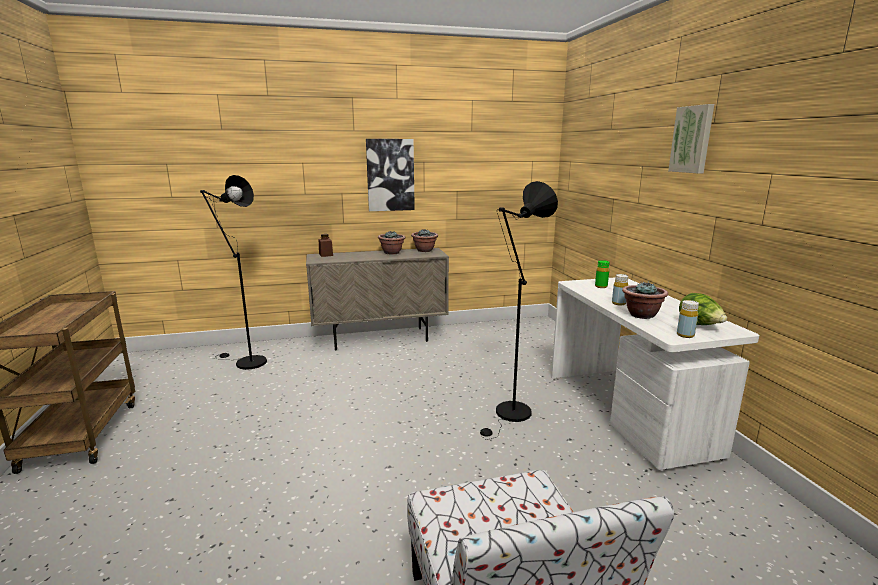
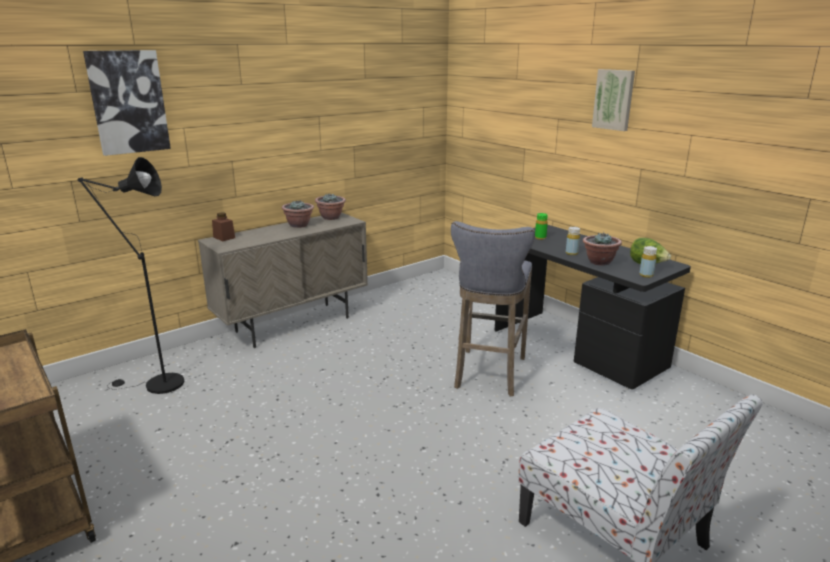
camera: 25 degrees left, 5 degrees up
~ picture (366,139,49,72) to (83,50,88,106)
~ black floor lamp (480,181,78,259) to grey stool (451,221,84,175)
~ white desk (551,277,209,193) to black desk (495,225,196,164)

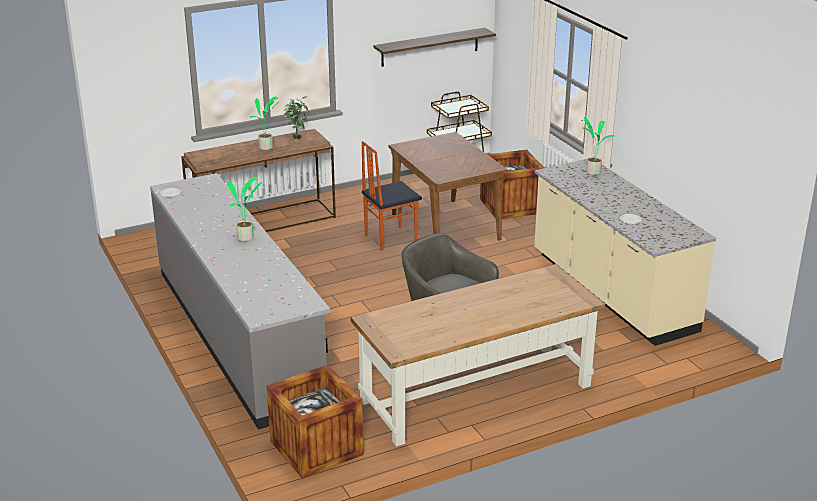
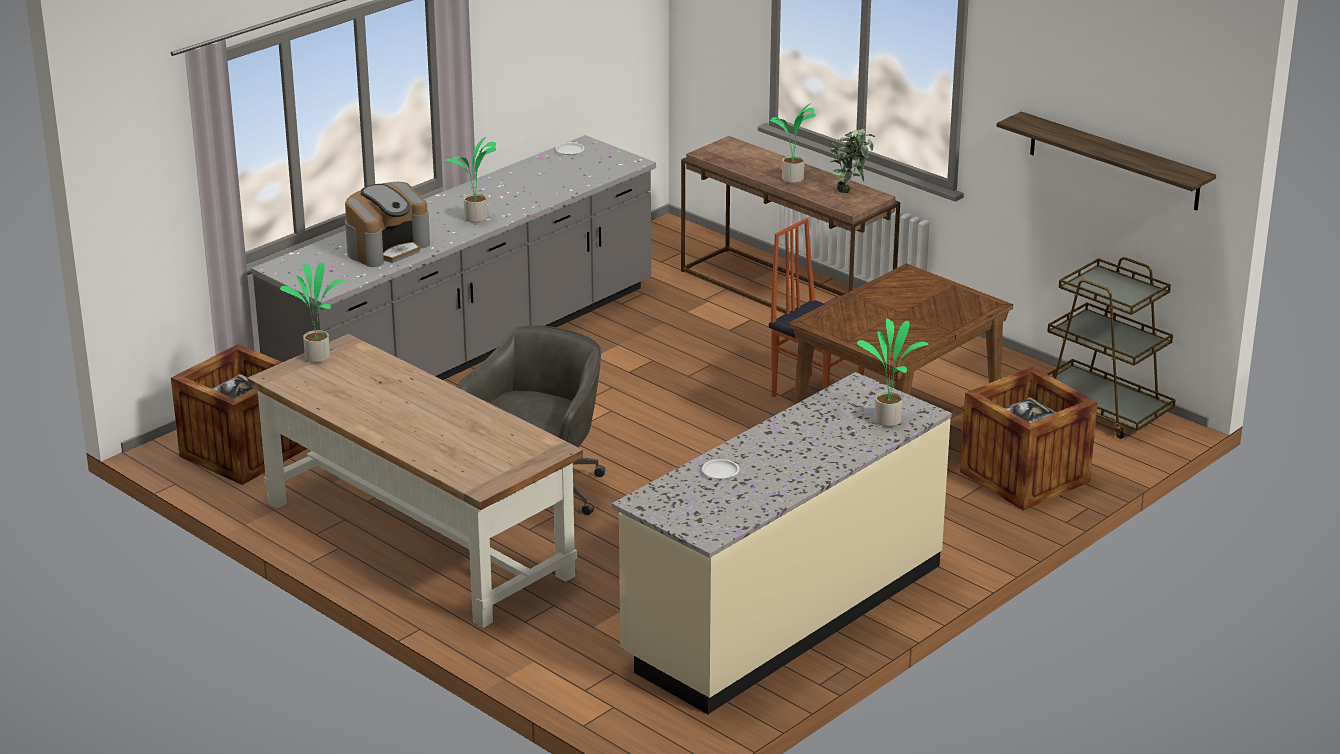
camera: 70 degrees right, 0 degrees up
+ potted plant (280,262,66,101)
+ coffee machine (345,182,85,85)

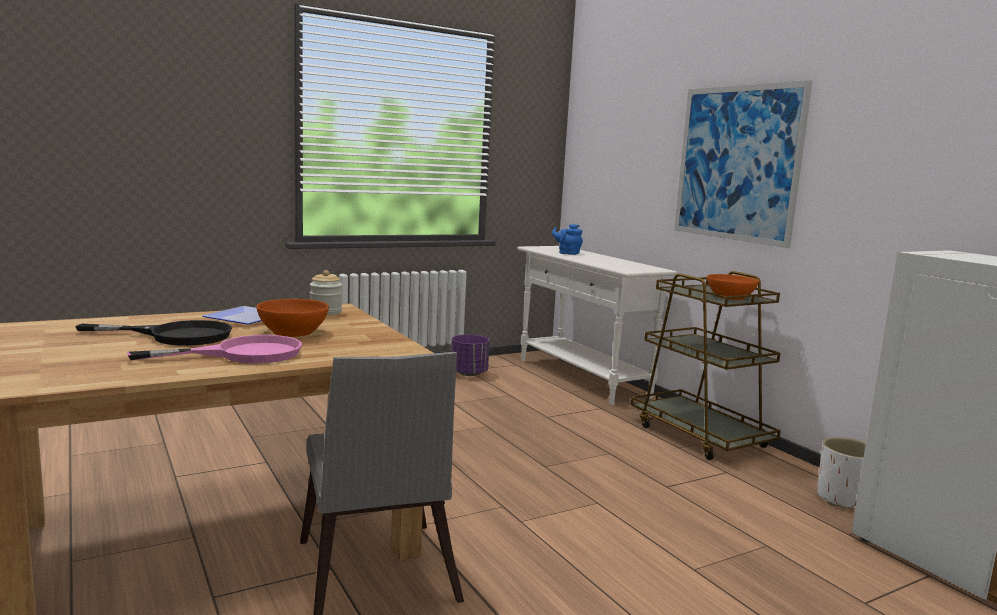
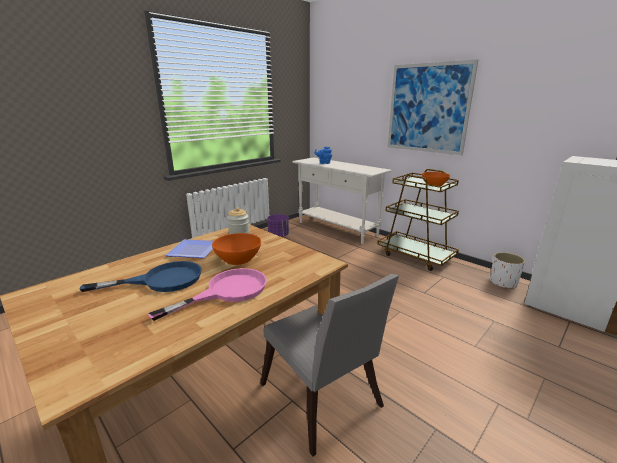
camera: 15 degrees left, 10 degrees up
~ black frying pan (75,320,157,25) to blue frying pan (79,261,123,31)

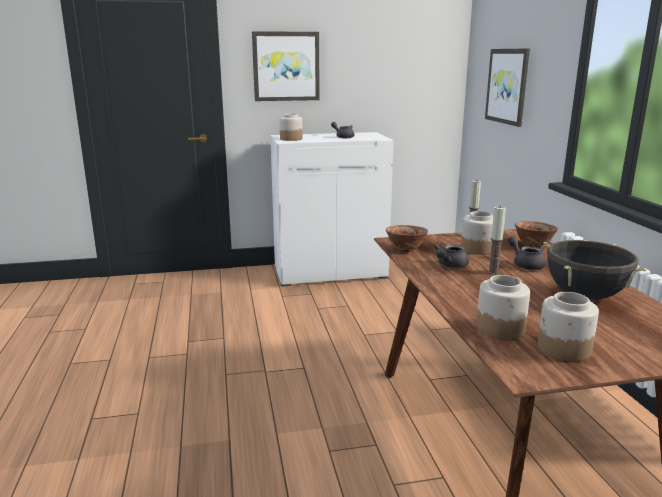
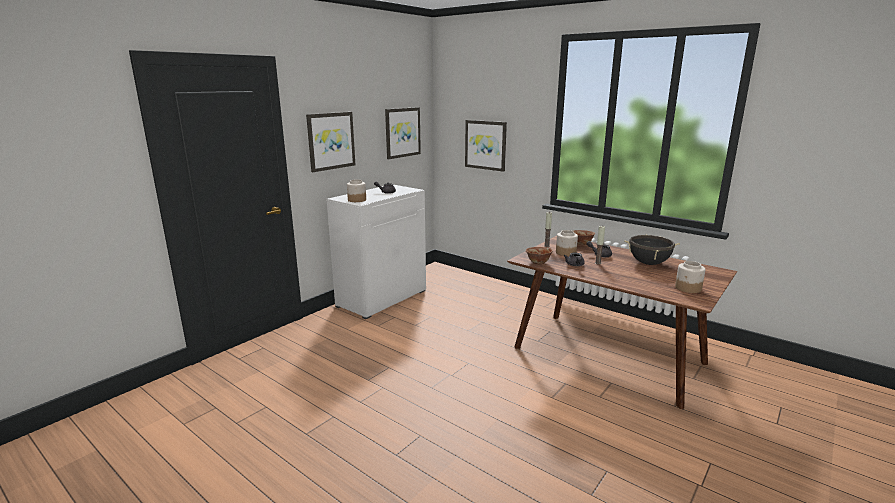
camera: 40 degrees left, 0 degrees up
- jar (477,275,53,64)
+ picture (385,107,36,52)

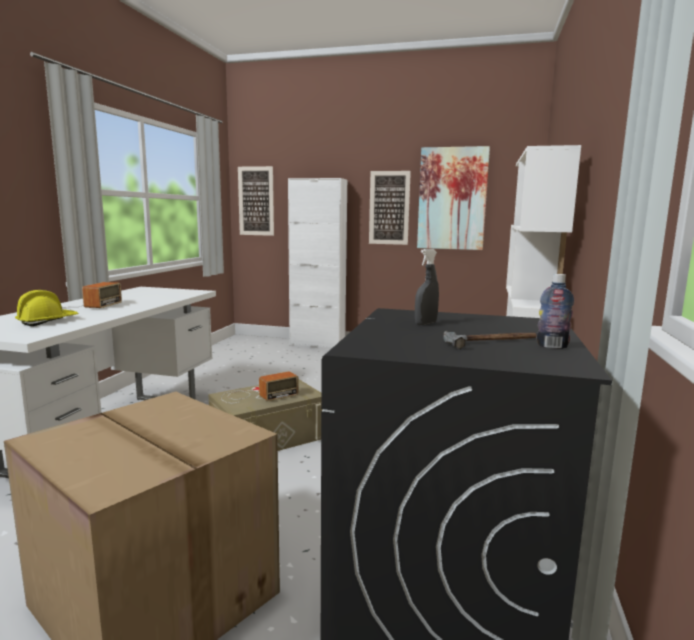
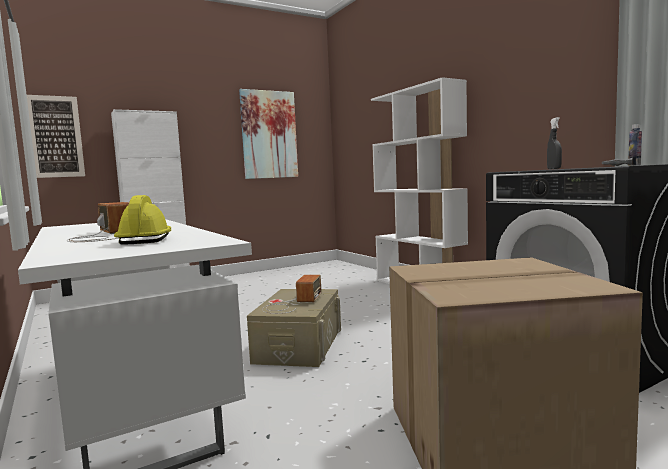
camera: 45 degrees left, 5 degrees down
- picture (369,171,42,74)

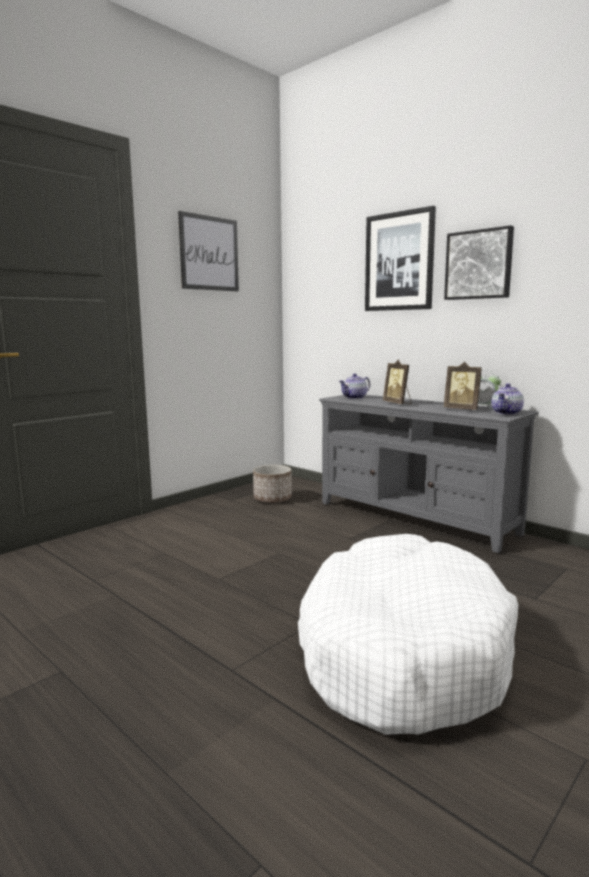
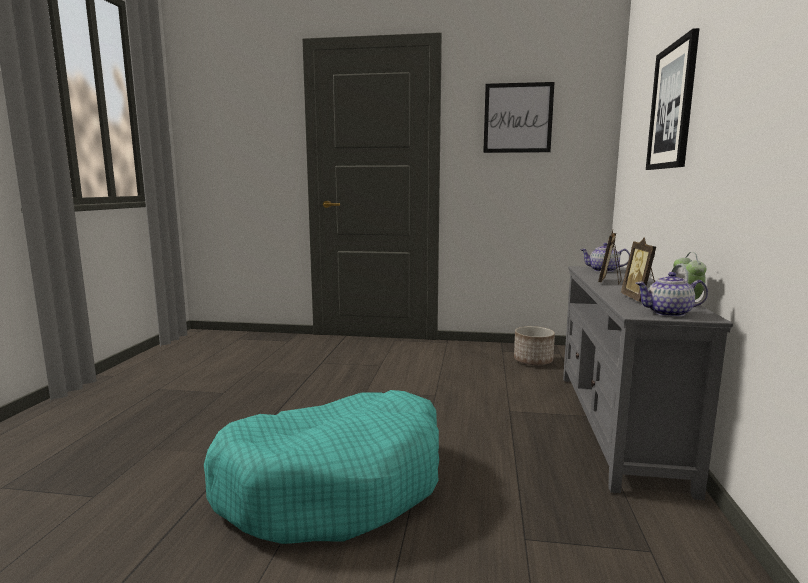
camera: 55 degrees right, 0 degrees up
- picture (444,225,70,75)
~ white dog bed (298,534,220,201) to turquoise dog bed (204,390,235,154)

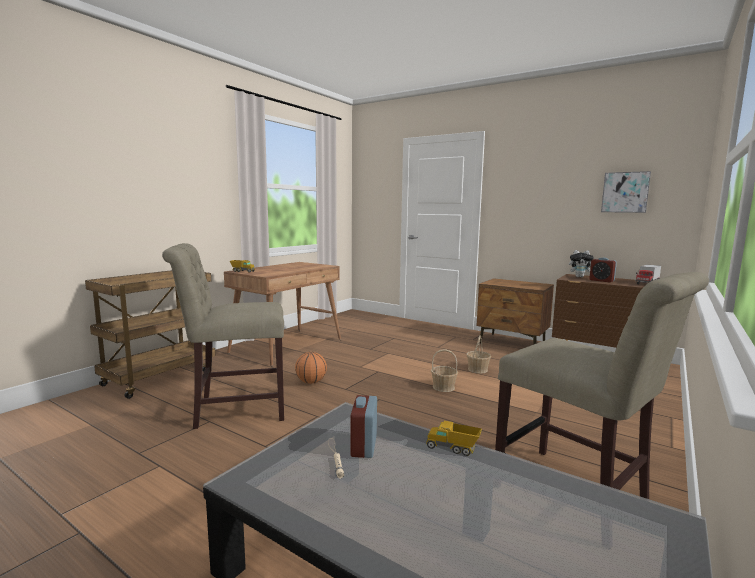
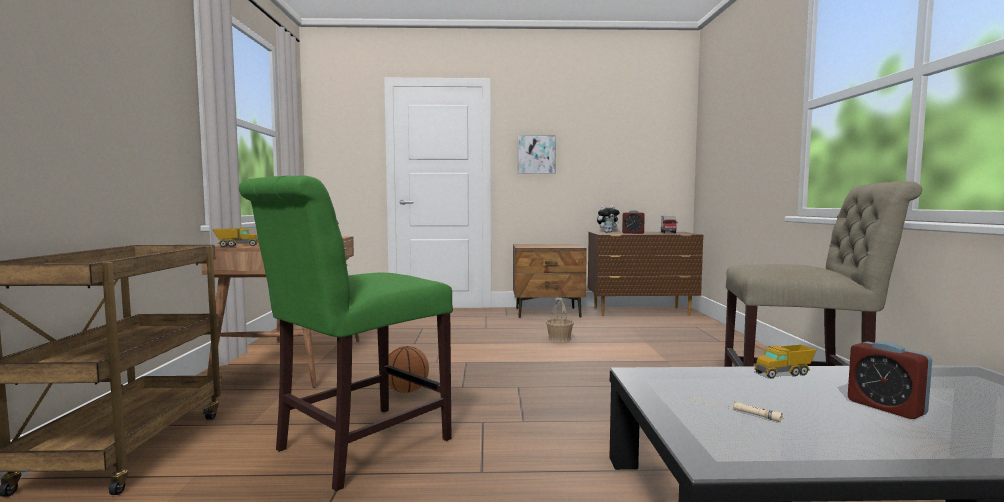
camera: 35 degrees left, 5 degrees down
- basket (431,349,27,43)
~ alarm clock (350,395,27,63) to (848,342,84,77)
~ picture (601,171,50,42) to (518,135,38,39)
~ beige chair (162,243,122,186) to green chair (239,175,214,316)

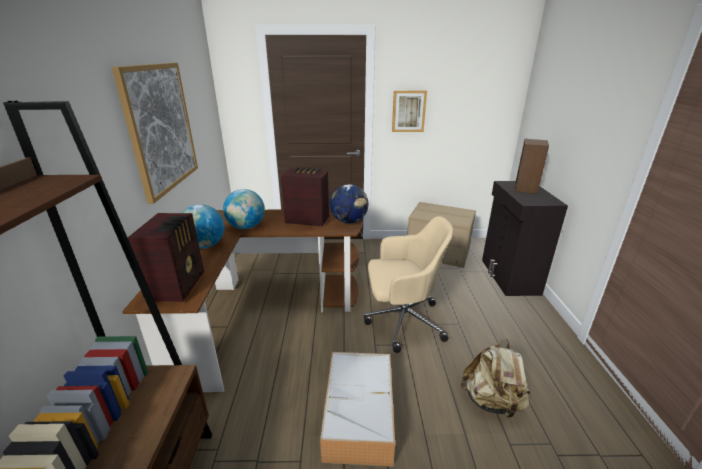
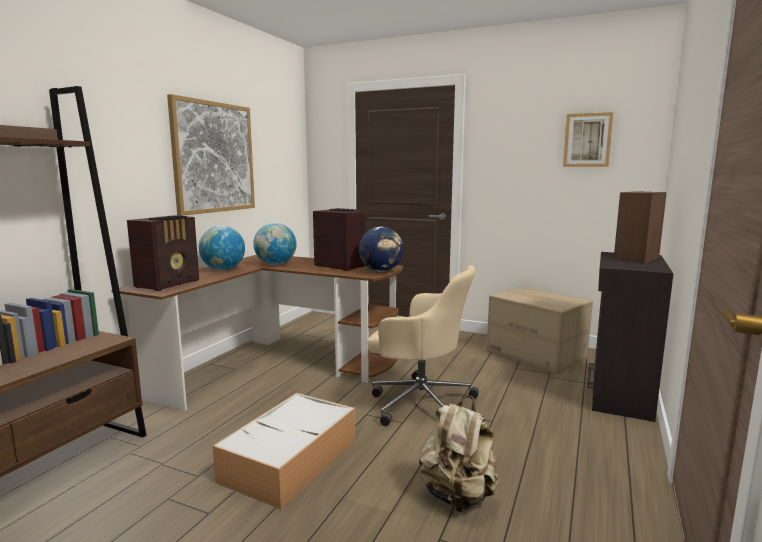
camera: 25 degrees right, 15 degrees down
~ picture (392,91,35,41) to (563,112,50,55)

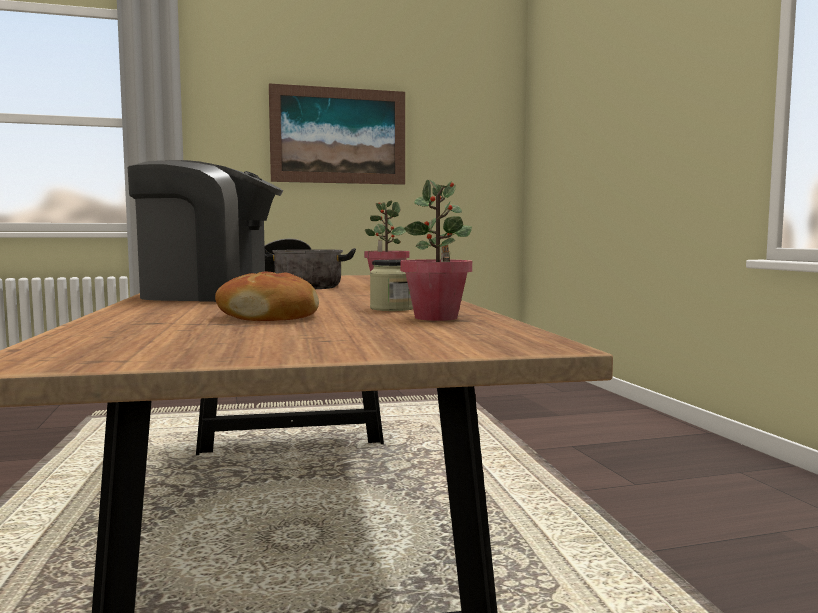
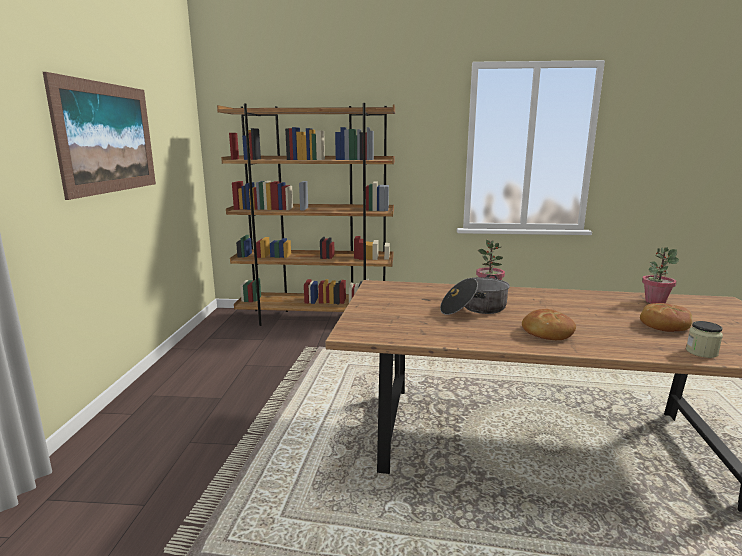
camera: 70 degrees left, 10 degrees up
+ brown bookcase (217,103,178,223)
~ jar (370,260,43,51) to (686,321,37,37)
~ coffee machine (128,160,155,142) to bread (522,309,54,31)

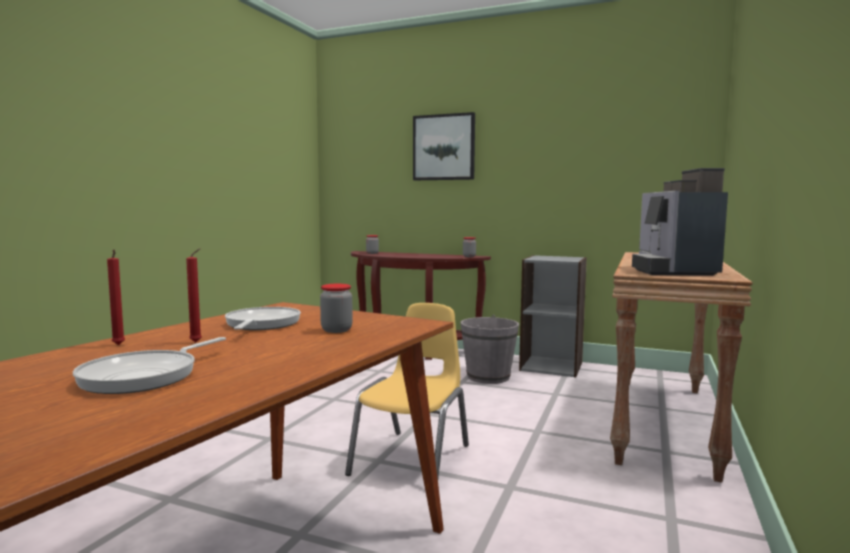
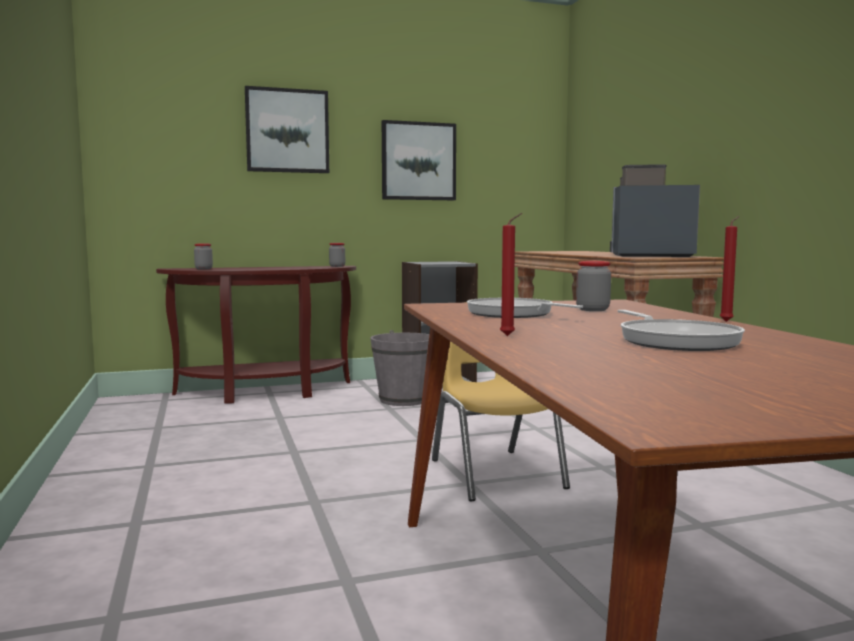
camera: 40 degrees left, 0 degrees up
+ picture (382,120,74,80)
~ red candle (186,248,16,94) to (720,216,19,106)
~ coffee machine (632,168,96,108) = (610,164,90,93) 135 degrees clockwise

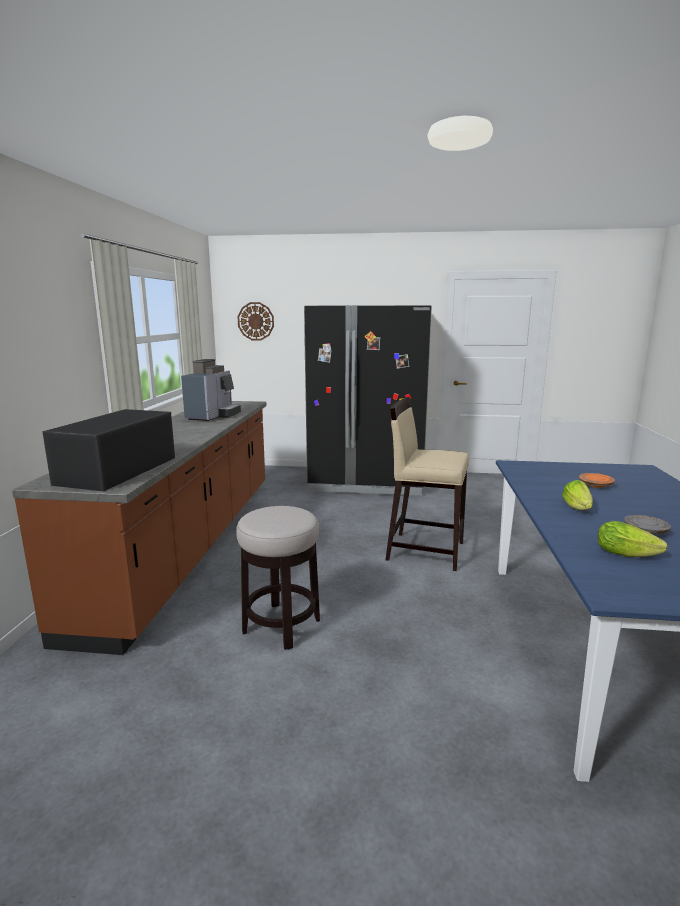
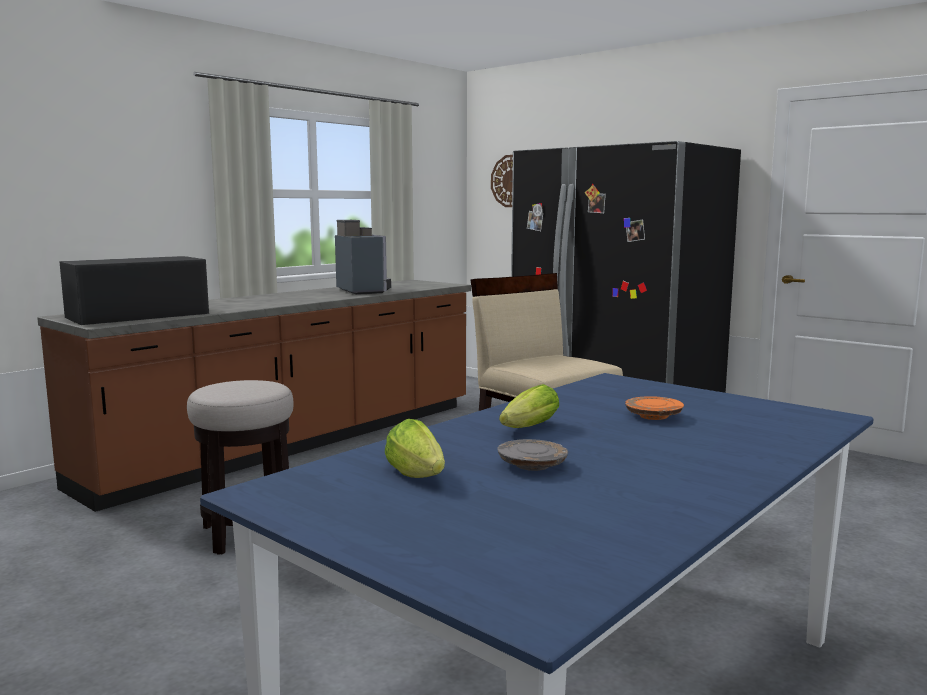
camera: 35 degrees right, 5 degrees down
~ coffee machine (181,359,60,62) = (335,220,56,75) 75 degrees counterclockwise

